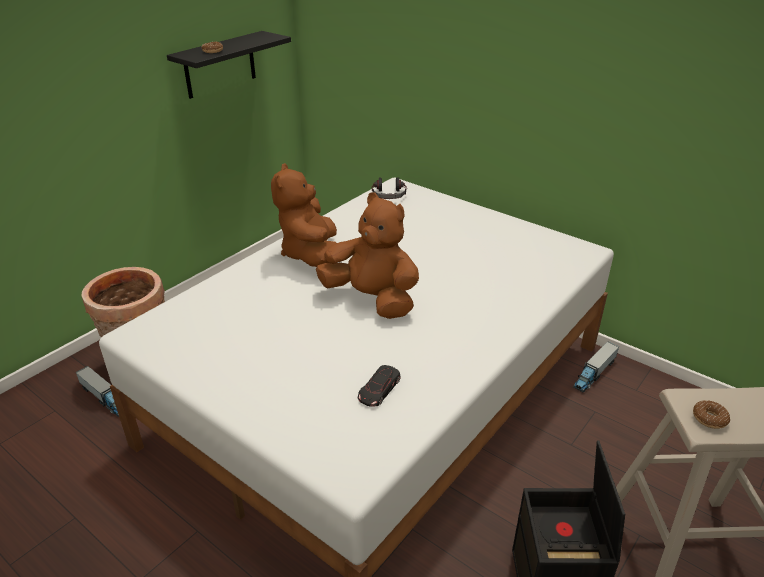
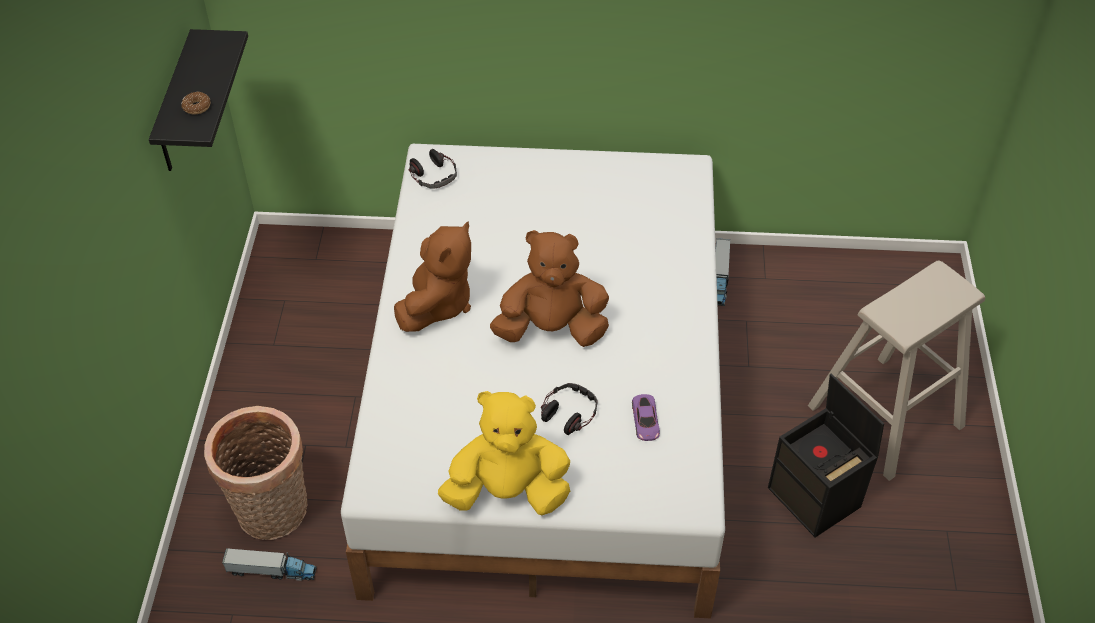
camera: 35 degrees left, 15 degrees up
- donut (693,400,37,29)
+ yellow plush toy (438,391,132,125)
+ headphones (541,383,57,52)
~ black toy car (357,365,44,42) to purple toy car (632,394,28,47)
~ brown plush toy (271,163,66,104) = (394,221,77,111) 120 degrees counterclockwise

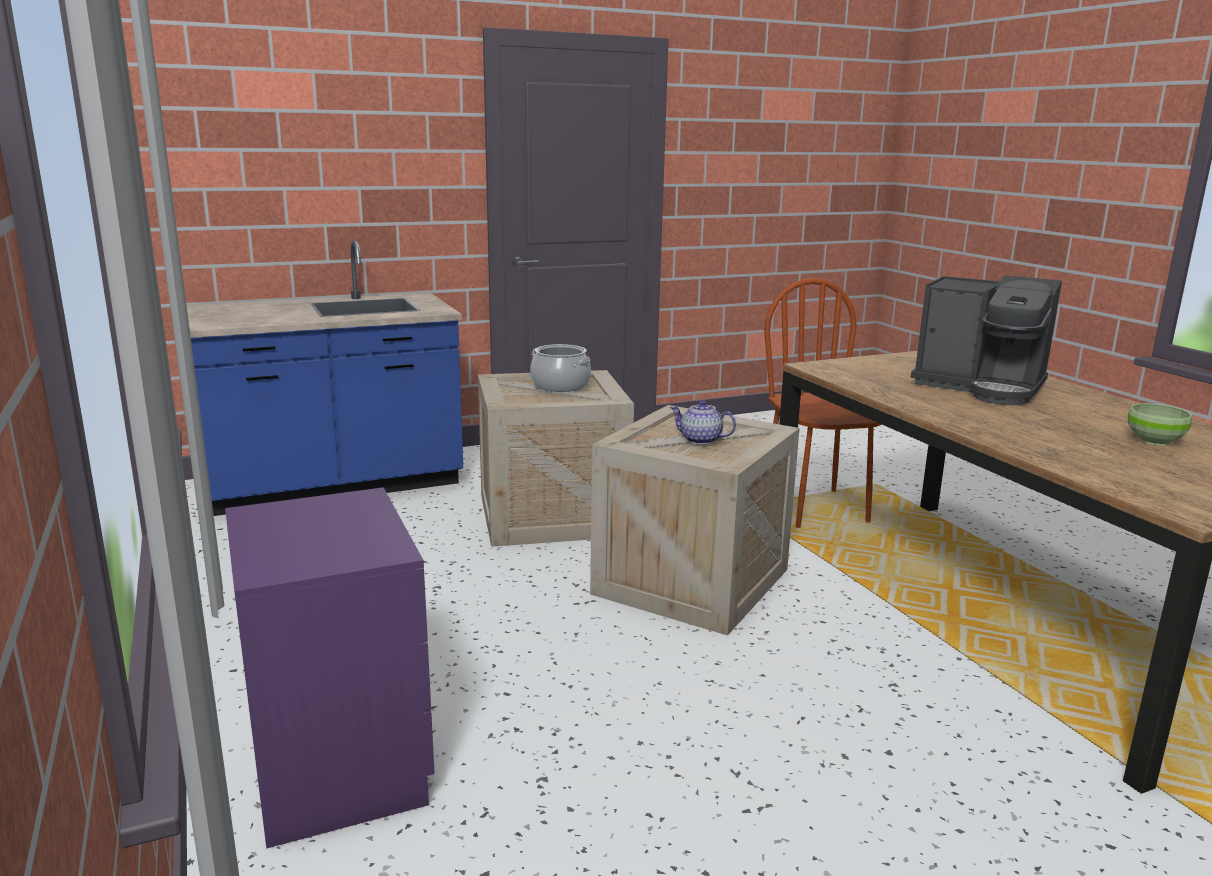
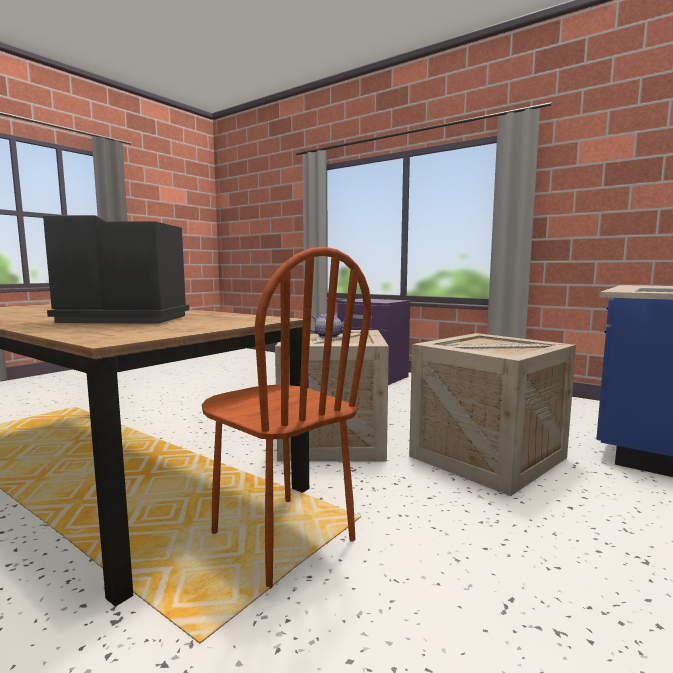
camera: 150 degrees right, 10 degrees down
- cooking pot (530,344,61,48)
- green bowl (1128,403,64,42)

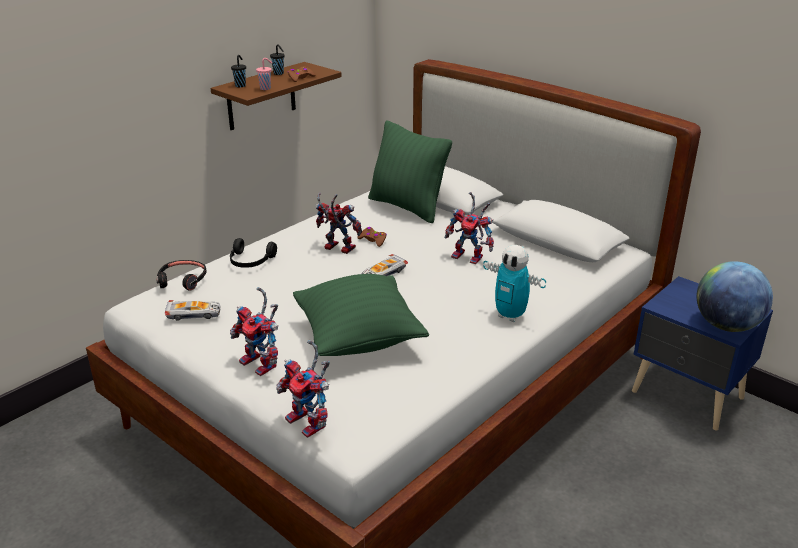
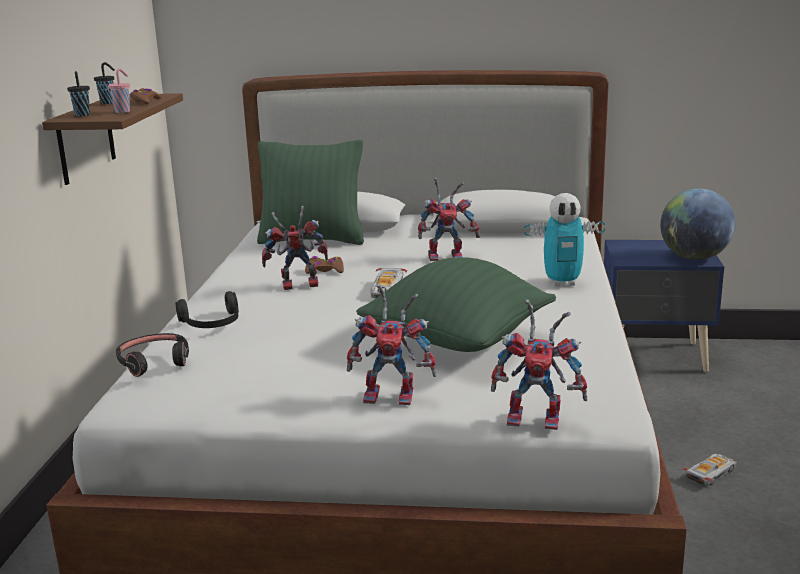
camera: 35 degrees left, 10 degrees down
~ toy car (165,300,55,20) to (683,454,54,32)

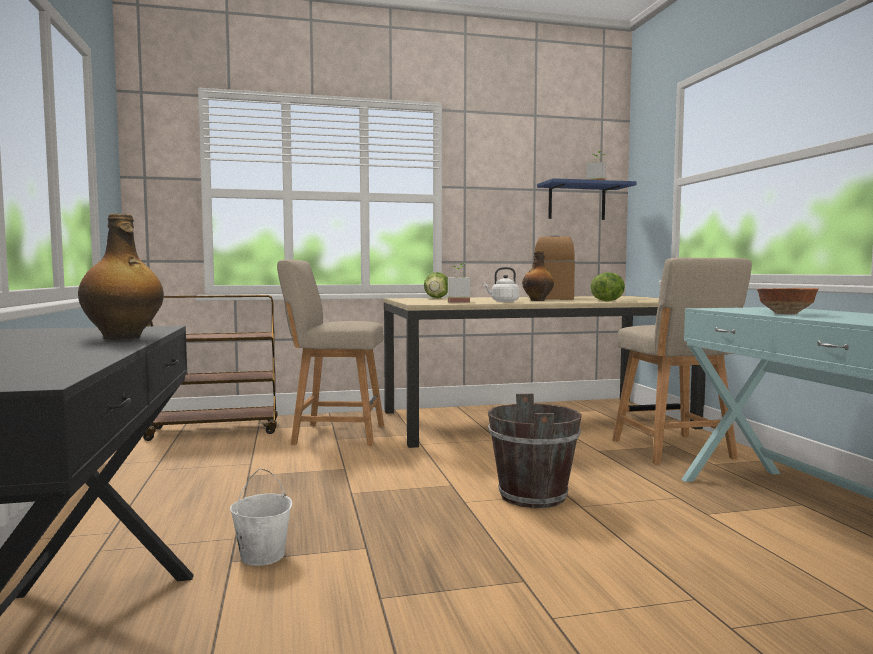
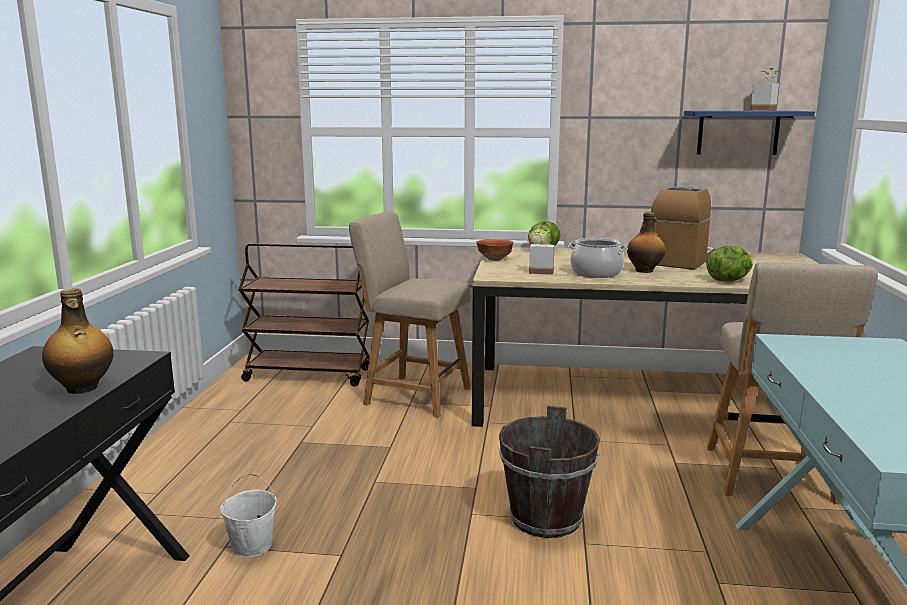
camera: 20 degrees right, 10 degrees up
~ bowl (757,288,62,26) to (476,239,38,22)
~ white kettle (483,267,36,35) to cooking pot (568,238,60,40)

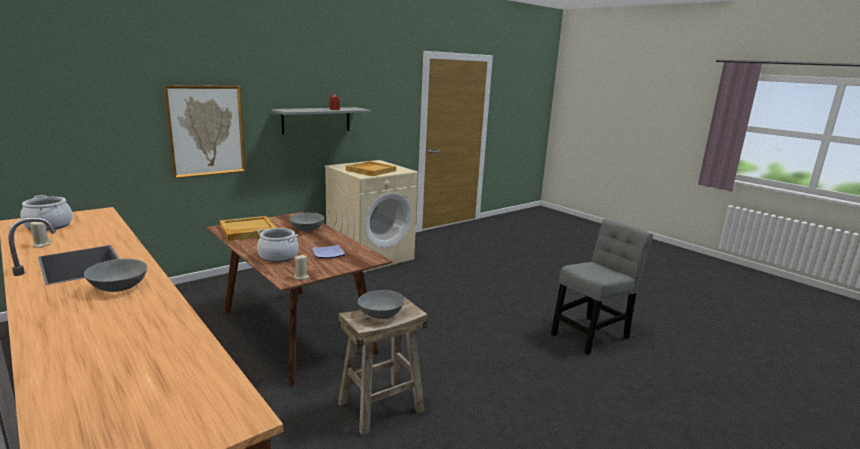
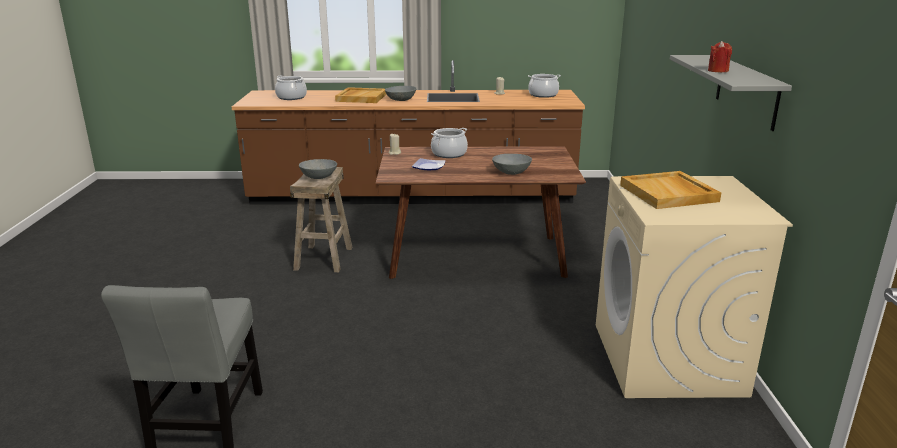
camera: 130 degrees right, 5 degrees up
- picture (163,85,83,94)
+ cooking pot (275,75,32,25)
~ beige tray (220,216,56,25) to (335,87,52,16)

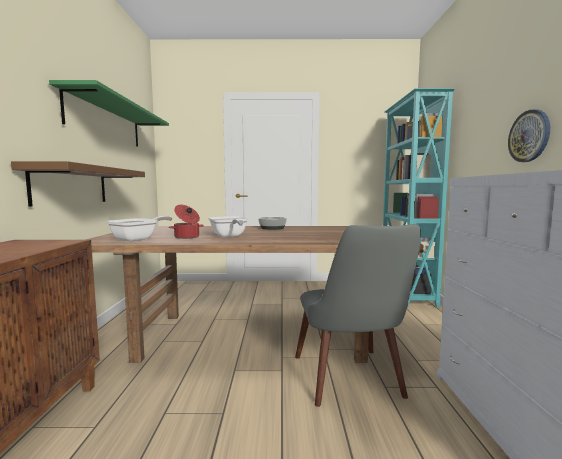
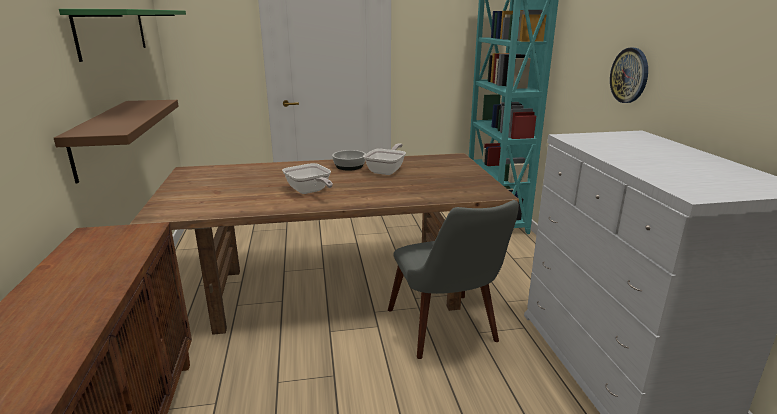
camera: 10 degrees left, 15 degrees up
- cooking pot (169,205,35,34)
~ frying pan (107,216,65,25) to (363,143,43,32)

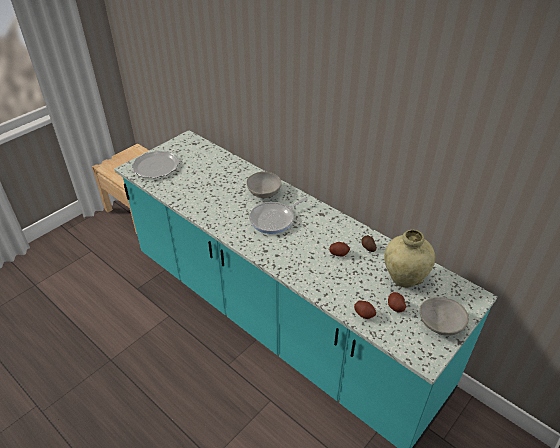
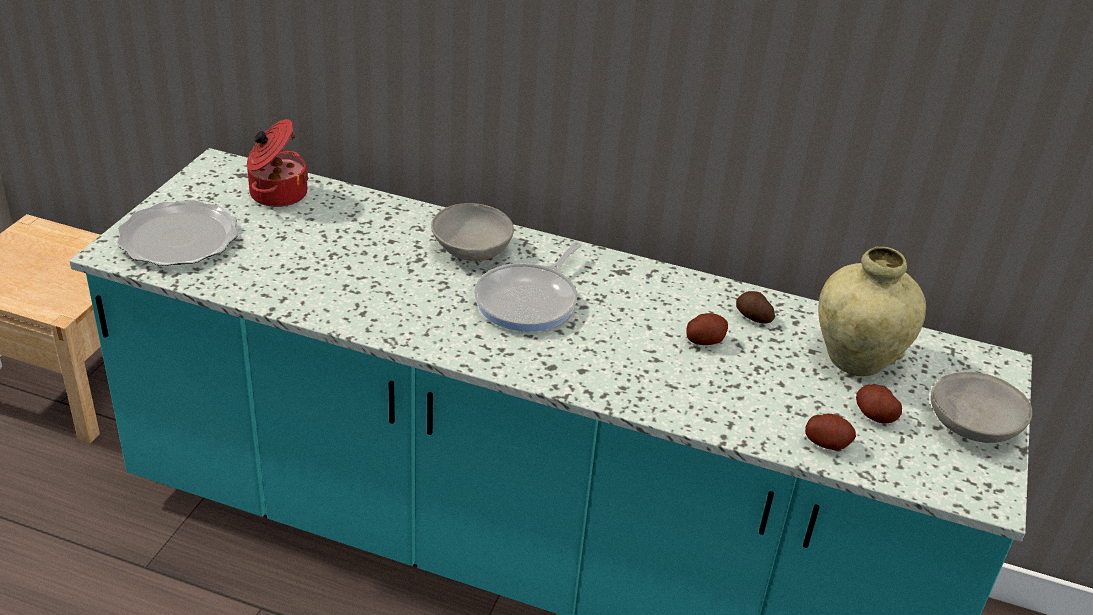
camera: 25 degrees left, 5 degrees down
+ cooking pot (247,119,62,88)

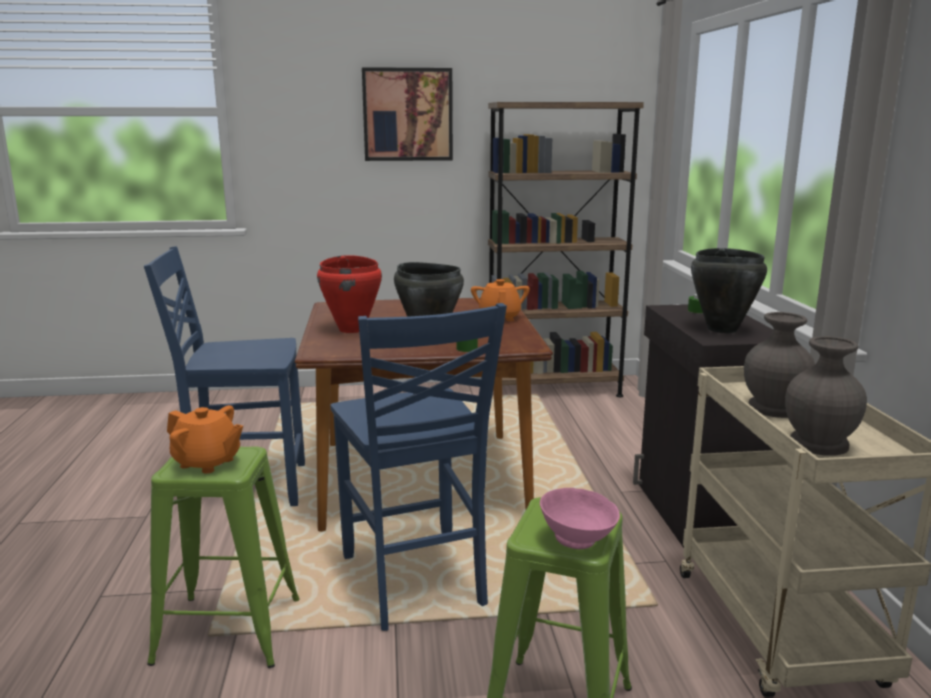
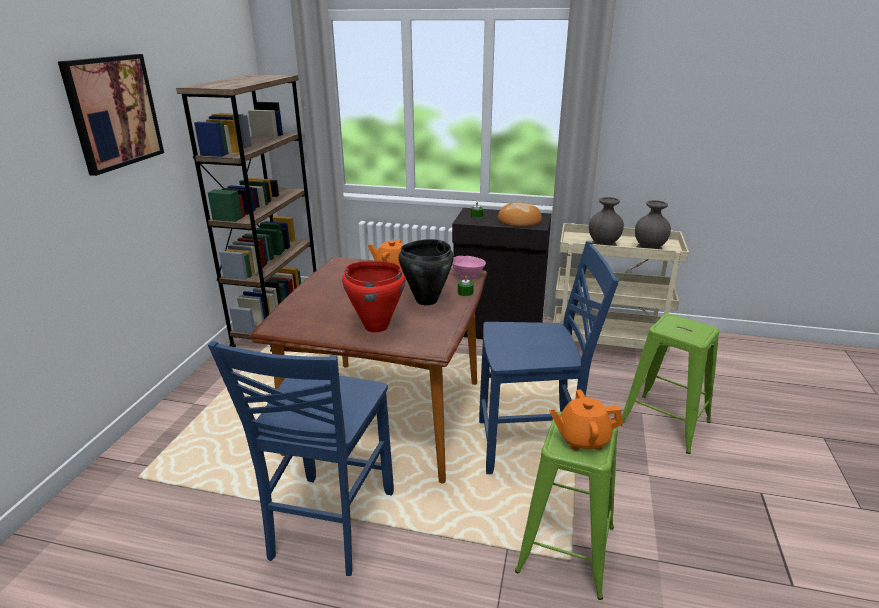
camera: 70 degrees left, 10 degrees up
~ pink bowl (540,488,80,61) to (452,256,34,23)
~ black cooking pot (691,248,76,85) to bread (498,202,44,25)
~ orange teapot (167,405,76,69) = (549,389,74,61) 135 degrees counterclockwise

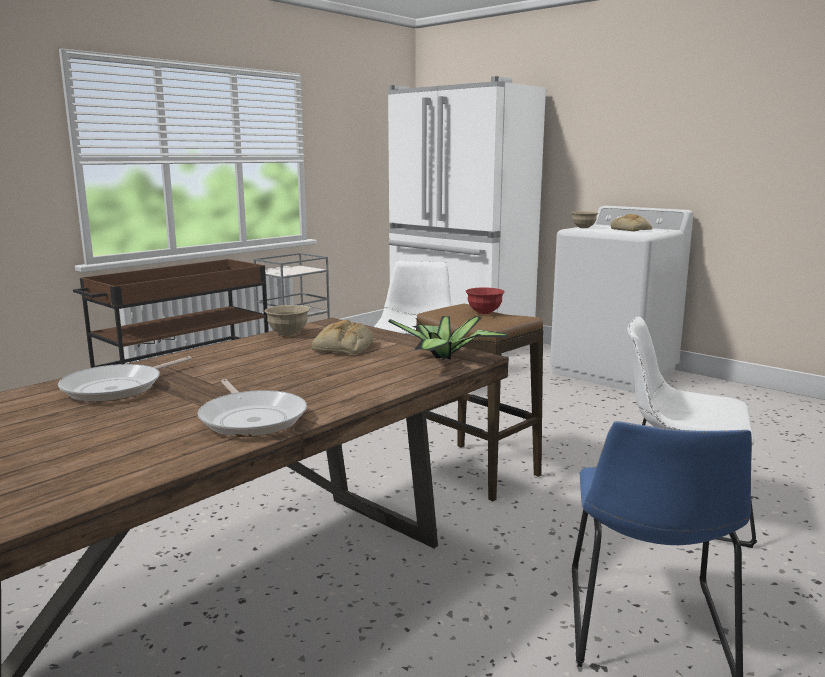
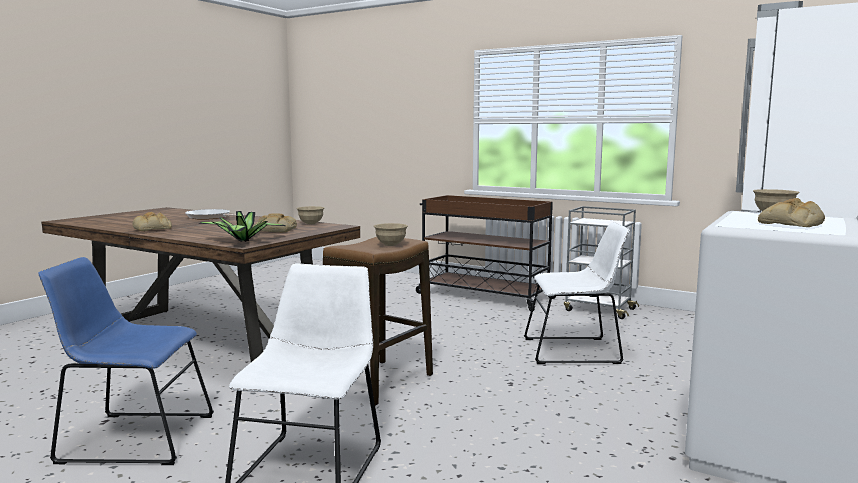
camera: 80 degrees right, 5 degrees down
~ frying pan (198,379,109,58) to bread (132,212,40,19)
~ red bowl (466,288,39,26) to beige bowl (374,223,34,23)

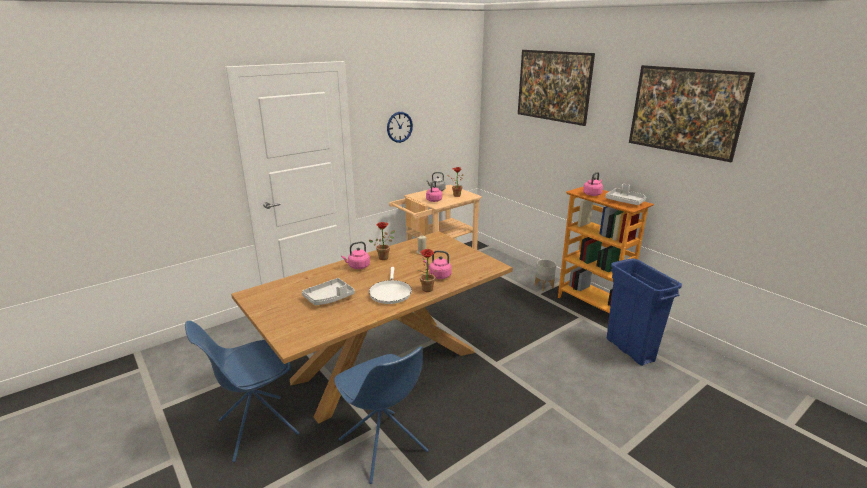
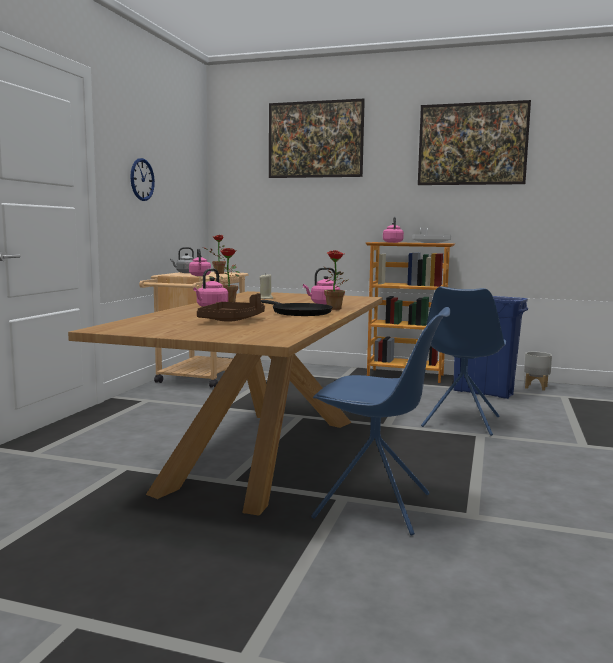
camera: 35 degrees left, 15 degrees down
~ blue chair (185,321,115,141) to (421,286,85,150)
~ grey planter (535,259,21,32) to (524,352,28,39)
~ grey tray (302,278,53,27) to brown tray (197,293,68,29)
~ white frying pan (369,267,43,37) to black frying pan (261,300,71,16)

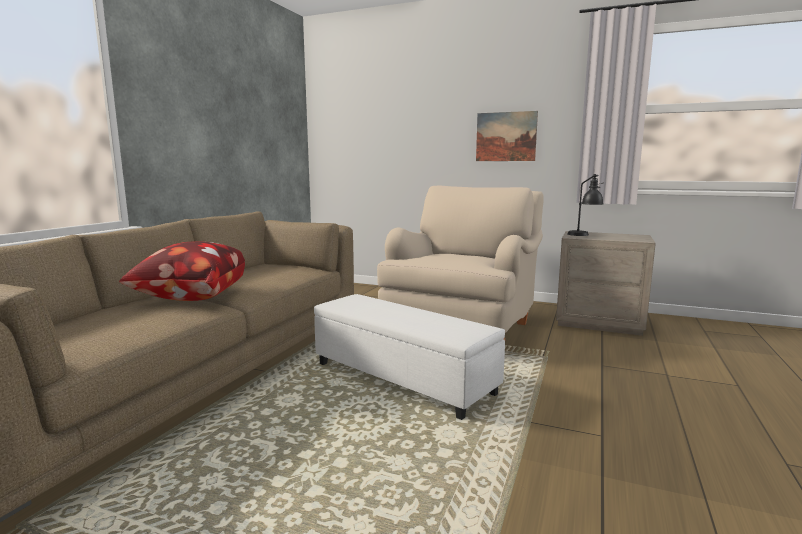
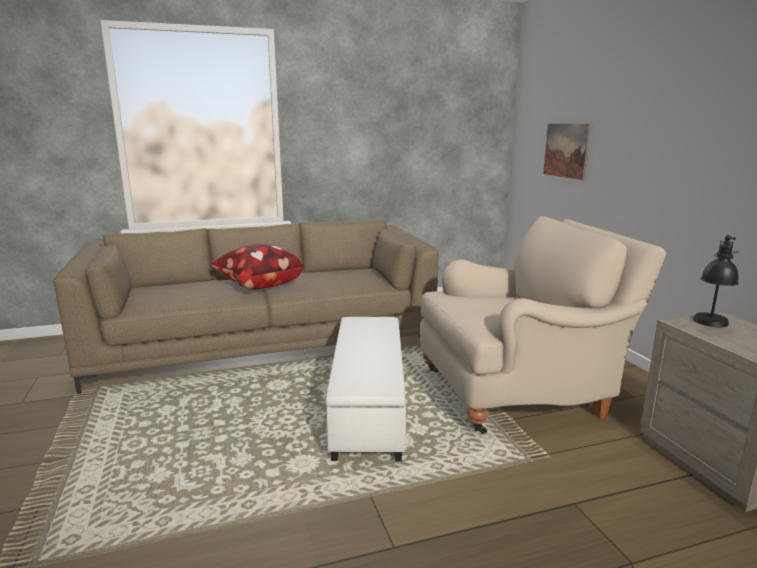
camera: 50 degrees right, 5 degrees up
~ picture (476,111,62,50) to (543,124,47,56)

